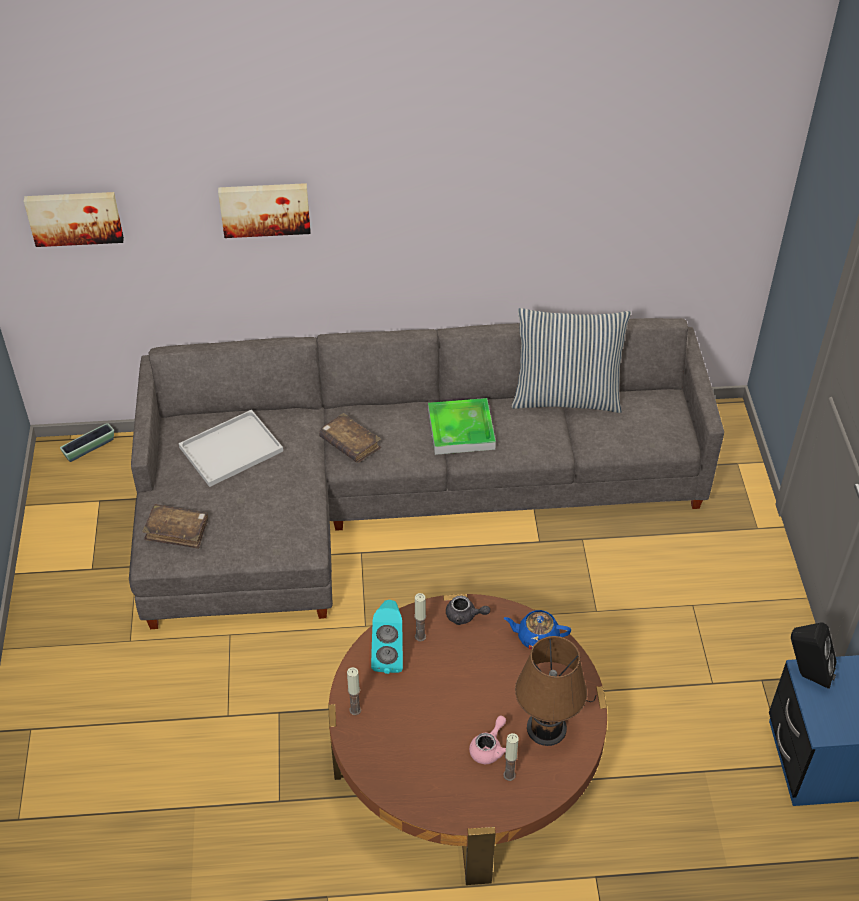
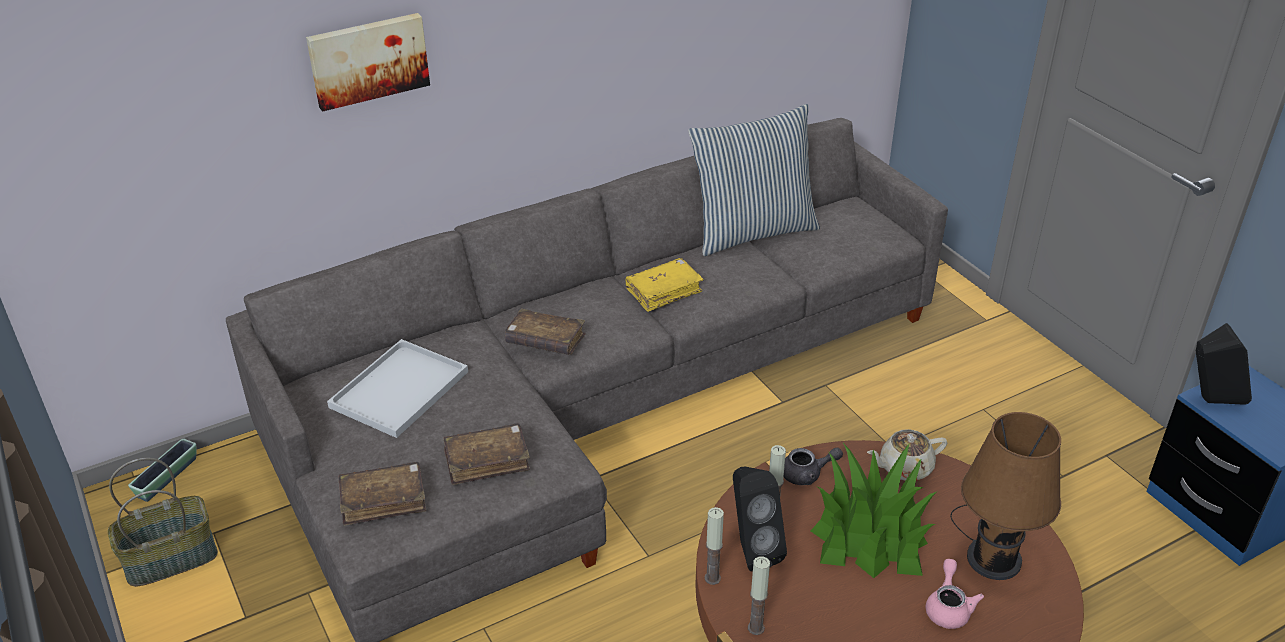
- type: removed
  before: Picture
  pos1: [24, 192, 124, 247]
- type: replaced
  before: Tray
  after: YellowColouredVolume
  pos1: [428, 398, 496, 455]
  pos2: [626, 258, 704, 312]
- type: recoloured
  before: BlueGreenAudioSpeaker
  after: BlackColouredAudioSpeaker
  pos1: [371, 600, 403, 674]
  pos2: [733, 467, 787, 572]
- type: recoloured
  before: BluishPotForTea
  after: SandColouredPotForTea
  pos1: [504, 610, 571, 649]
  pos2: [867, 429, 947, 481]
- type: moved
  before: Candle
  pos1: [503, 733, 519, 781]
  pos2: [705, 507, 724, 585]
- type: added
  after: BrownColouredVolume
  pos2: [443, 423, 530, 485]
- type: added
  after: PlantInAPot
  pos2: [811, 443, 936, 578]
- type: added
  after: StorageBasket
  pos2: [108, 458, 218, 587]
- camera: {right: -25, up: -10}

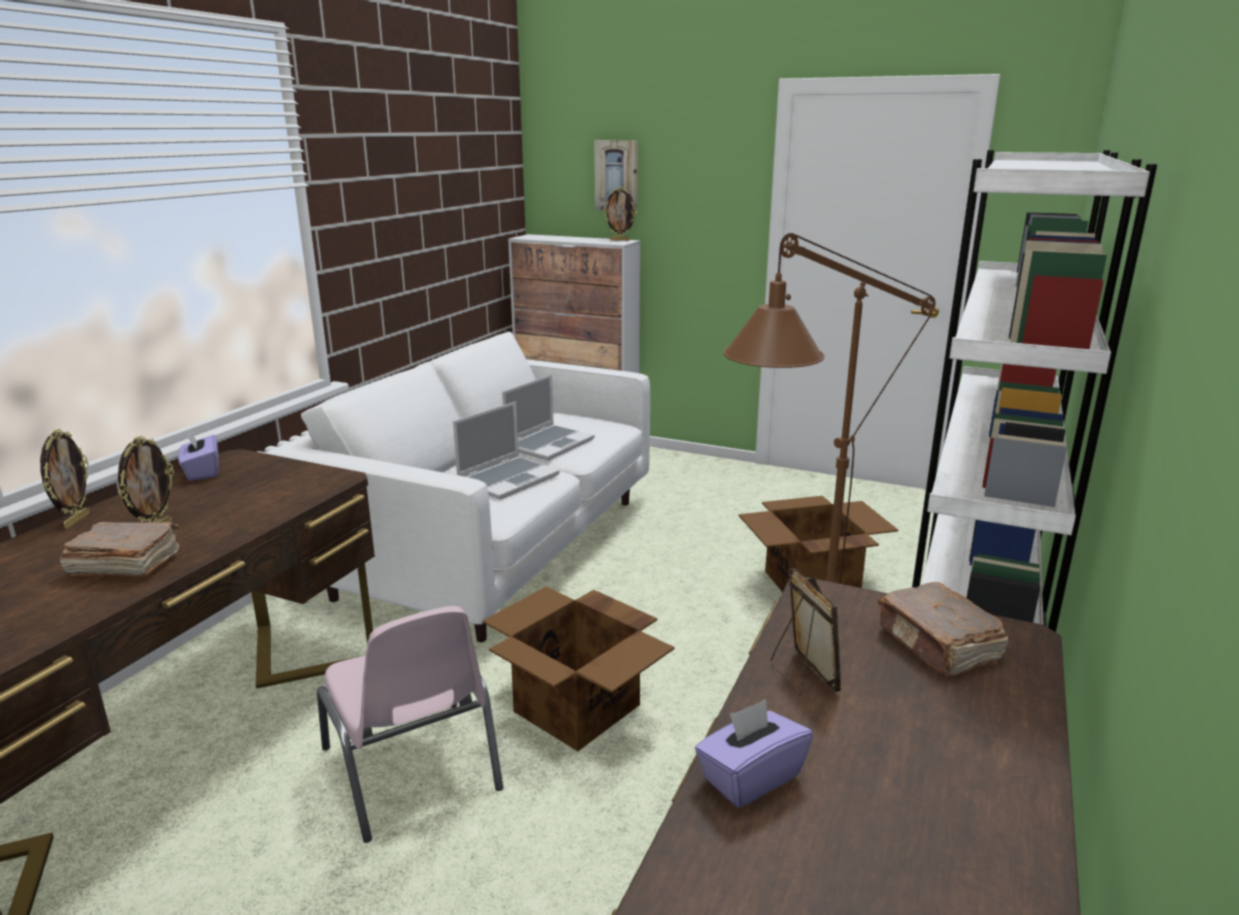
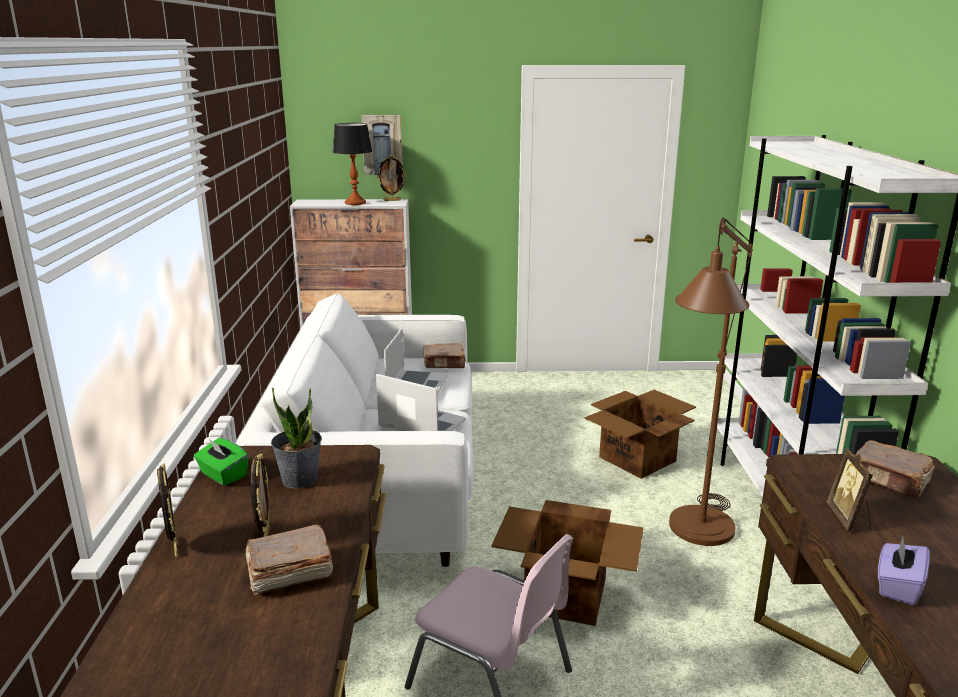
- type: turned
  before: Laptop
  pos1: [453, 401, 560, 500]
  pos2: [376, 374, 466, 431]
  turn: -75
- type: recoloured
  before: PurpleColouredTissueHolder
  after: GreenishTissueHolder
  pos1: [178, 430, 218, 481]
  pos2: [194, 438, 248, 486]
- type: turned
  before: PictureFrame
  pos1: [770, 568, 841, 696]
  pos2: [827, 448, 873, 531]
  turn: -135
- type: added
  after: TabletopLamp
  pos2: [332, 123, 373, 205]
- type: added
  after: BrownColouredVolume
  pos2: [423, 343, 466, 368]
- type: added
  after: PlantInAPot
  pos2: [271, 387, 322, 489]
- camera: {right: -25, up: 0}

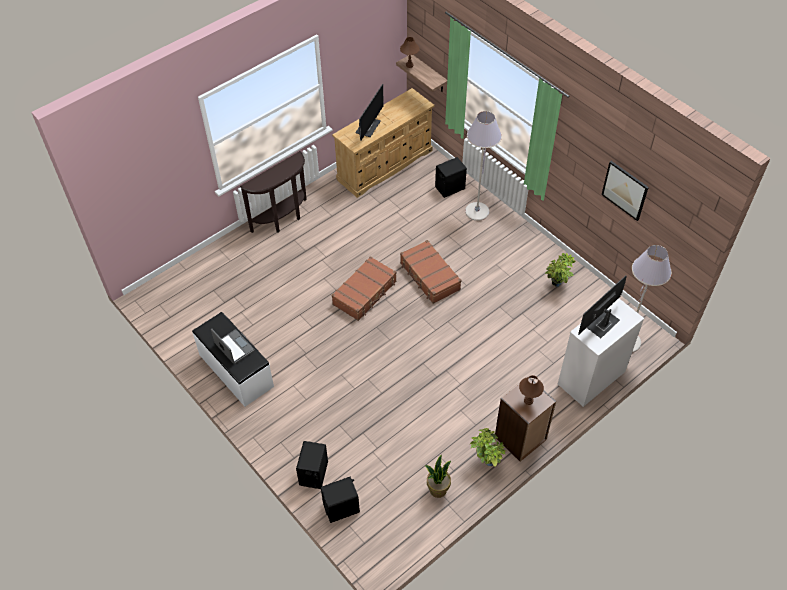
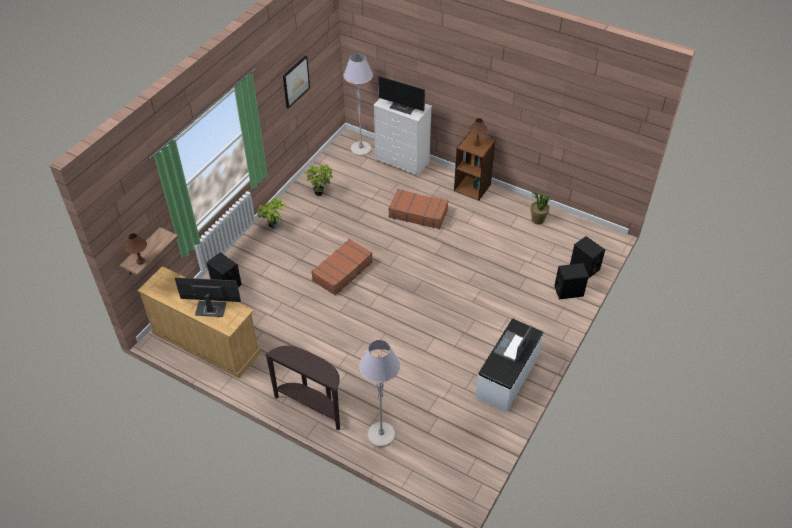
- type: moved
  before: GrayStandardLamp
  pos1: [465, 111, 502, 221]
  pos2: [359, 340, 400, 447]
- type: moved
  before: BrownColouredPieceOfLuggage
  pos1: [332, 256, 397, 321]
  pos2: [388, 189, 448, 229]
- type: moved
  before: PlantInAPot
  pos1: [469, 428, 506, 467]
  pos2: [257, 197, 286, 228]
- camera: {right: -110, up: -5}

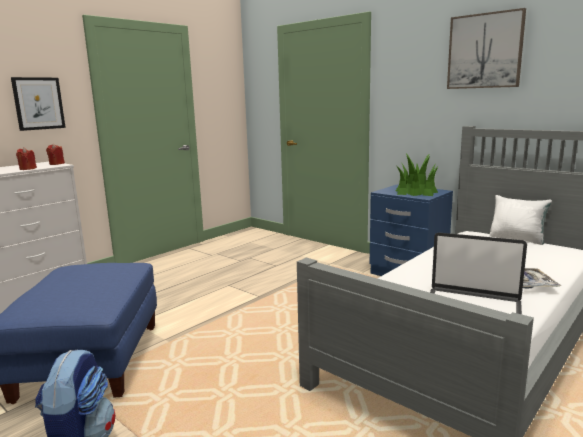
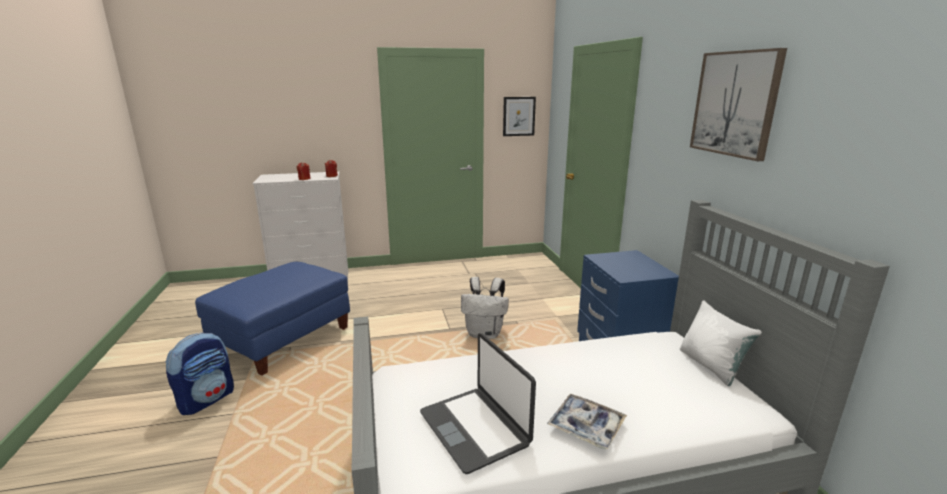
- type: moved
  before: Picture
  pos1: [11, 77, 66, 131]
  pos2: [503, 97, 536, 136]
- type: removed
  before: PlantInAPot
  pos1: [396, 153, 438, 196]
- type: added
  after: WhitishBackpack
  pos2: [461, 277, 509, 339]
- camera: {right: 35, up: 5}

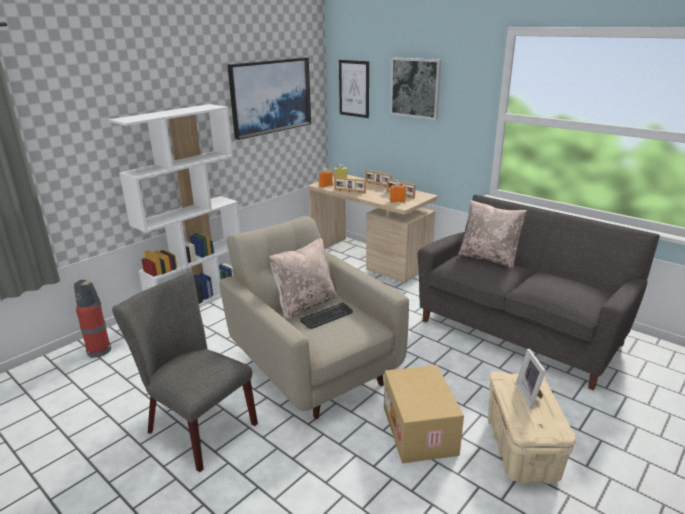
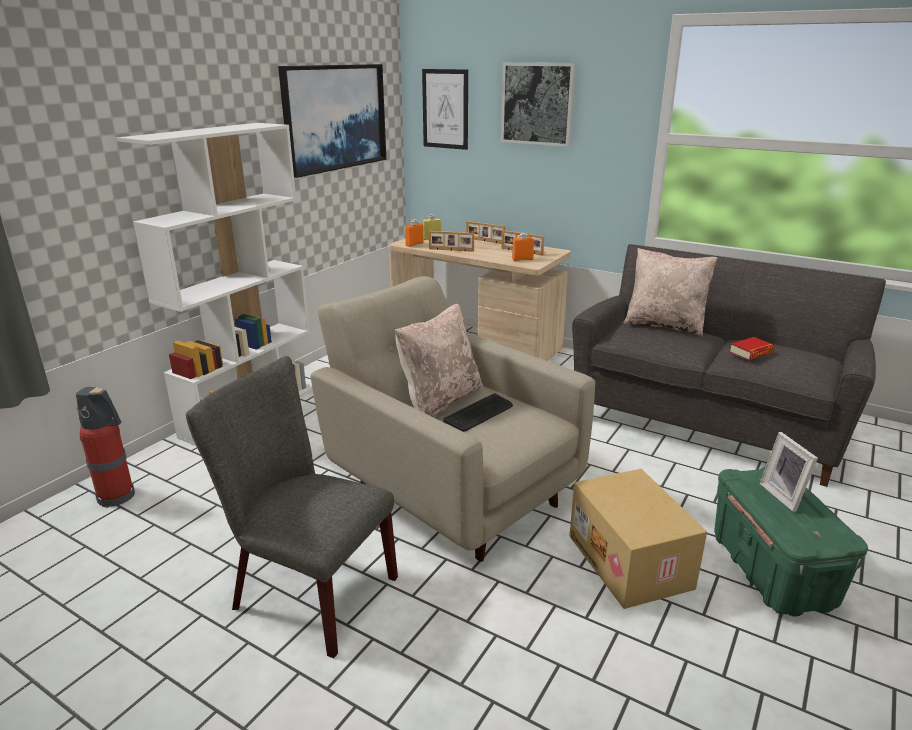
- type: recoloured
  before: SandColouredStorageBox
  after: GreenishStorageBox
  pos1: [488, 371, 576, 484]
  pos2: [714, 467, 868, 616]
- type: added
  after: Volume
  pos2: [729, 337, 774, 360]
- camera: {right: -10, up: 0}

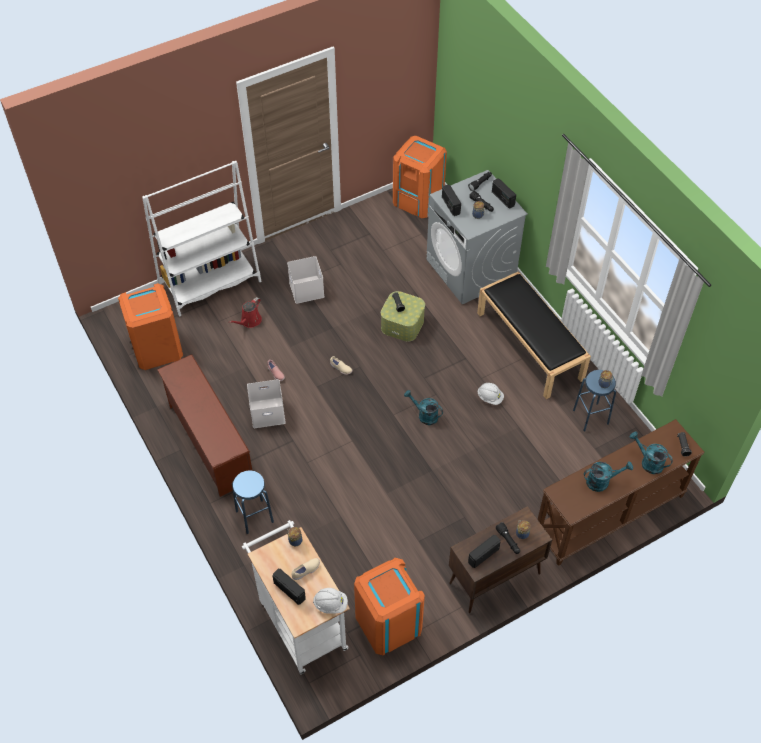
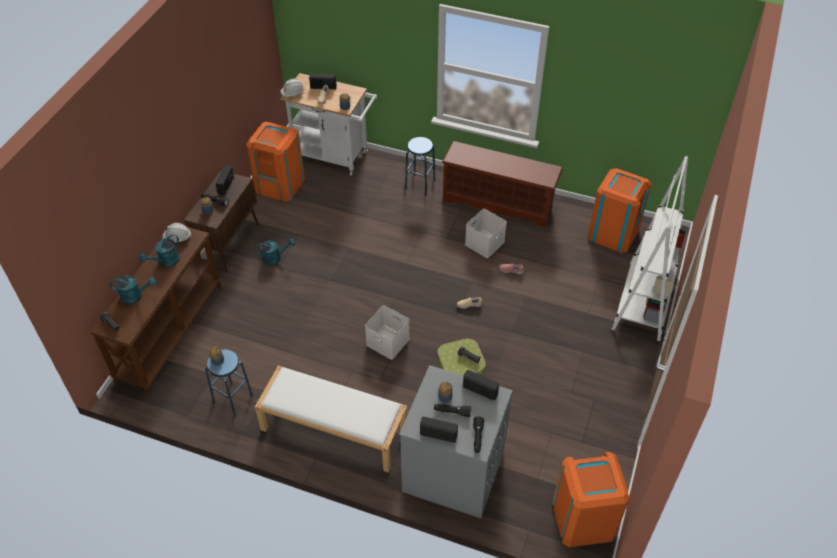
- type: moved
  before: WhitishStorageBox
  pos1: [287, 256, 325, 304]
  pos2: [365, 305, 410, 360]
- type: recoloured
  before: BlackColouredLongSeat
  after: WhitishLongSeat
  pos1: [477, 271, 591, 399]
  pos2: [255, 366, 407, 473]
- type: removed
  before: RedSprinklingCan
  pos1: [229, 297, 262, 328]
- type: moved
  before: WhitishWorkHelmet
  pos1: [477, 383, 504, 405]
  pos2: [163, 223, 192, 242]
- type: moved
  before: BlueGreenSprinklingCan
  pos1: [404, 390, 443, 425]
  pos2: [255, 239, 295, 265]
- camera: {right: 140, up: -5}

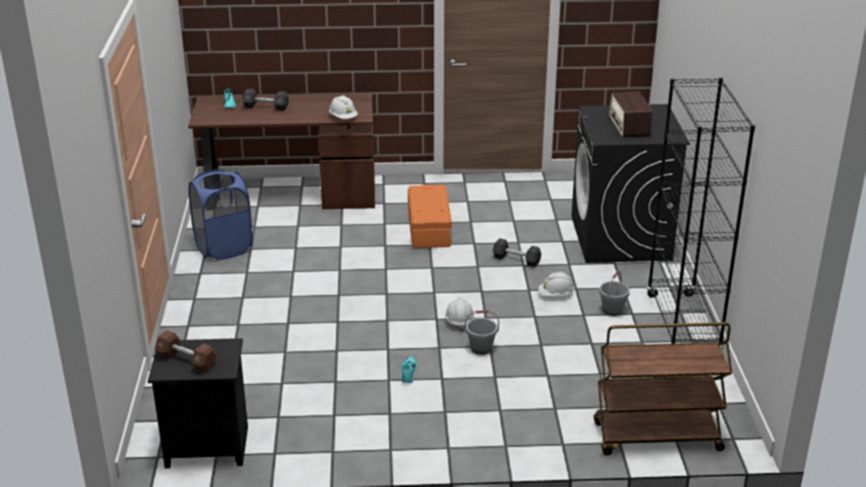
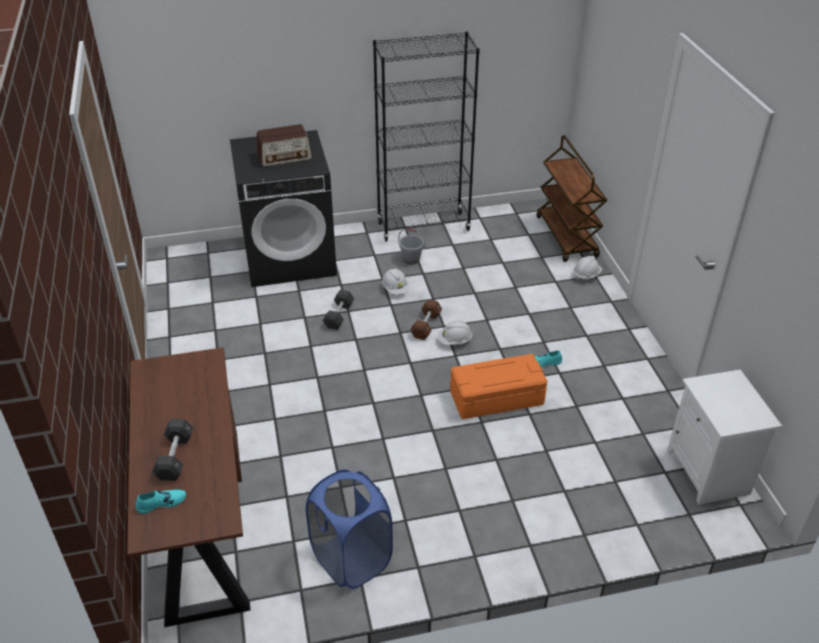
- type: moved
  before: WhitishWorkHelmet
  pos1: [329, 95, 358, 119]
  pos2: [573, 256, 602, 282]
- type: moved
  before: OrangeyStorageBox
  pos1: [408, 184, 452, 248]
  pos2: [450, 354, 547, 419]
- type: removed
  before: GrayPail
  pos1: [465, 310, 499, 355]
- type: moved
  before: BrownColouredHandWeight
  pos1: [155, 330, 217, 372]
  pos2: [410, 299, 442, 340]
- type: recoloured
  before: BlackColouredNightstand
  after: WhitishNightstand
  pos1: [148, 338, 248, 468]
  pos2: [667, 370, 782, 505]
- camera: {right: -100, up: 10}

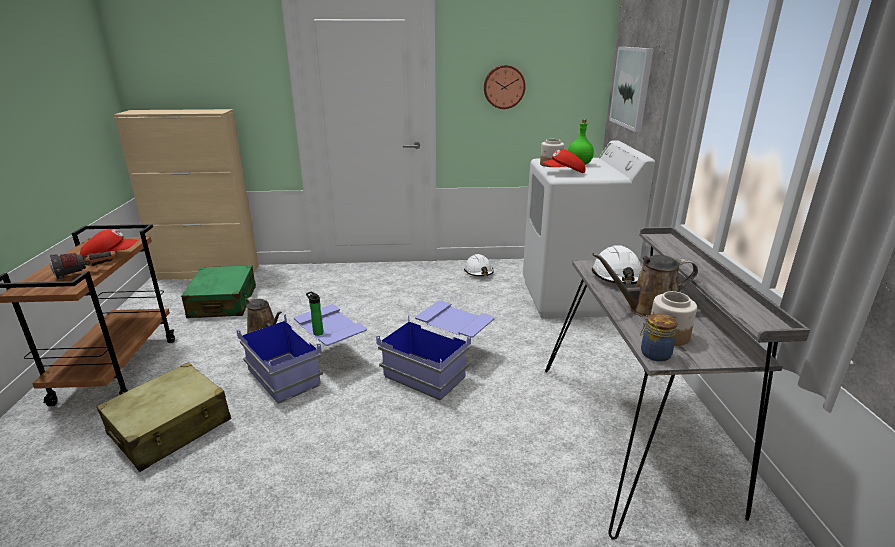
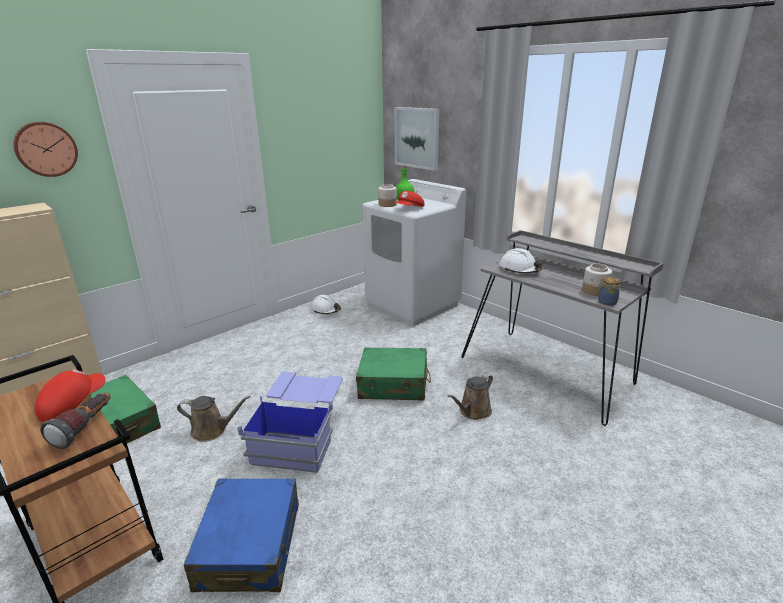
- type: moved
  before: ClockOnTheWall
  pos1: [484, 65, 525, 109]
  pos2: [13, 122, 78, 177]
- type: moved
  before: BrownColouredSprinklingCan
  pos1: [592, 253, 698, 317]
  pos2: [448, 373, 493, 420]
- type: removed
  before: Bottle
  pos1: [306, 291, 324, 336]
- type: replaced
  before: BluishStorageBox
  after: GreenishPieceOfLuggage
  pos1: [376, 300, 495, 400]
  pos2: [356, 347, 431, 401]
- type: recoloured
  before: SandColouredPieceOfLuggage
  after: BluishPieceOfLuggage
  pos1: [96, 363, 231, 472]
  pos2: [183, 478, 299, 592]
- camera: {right: -40, up: 0}

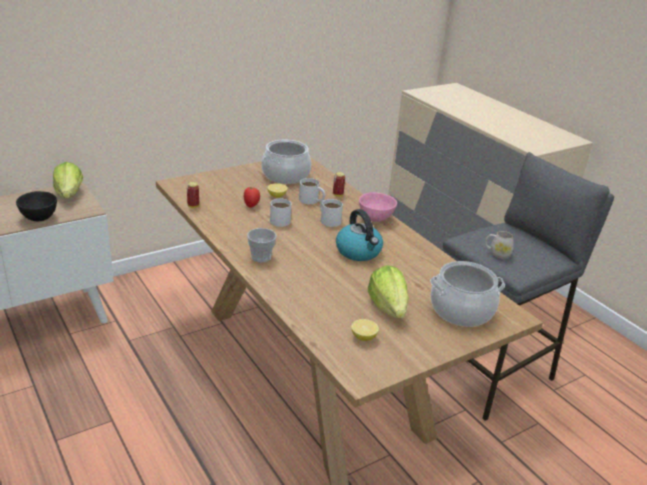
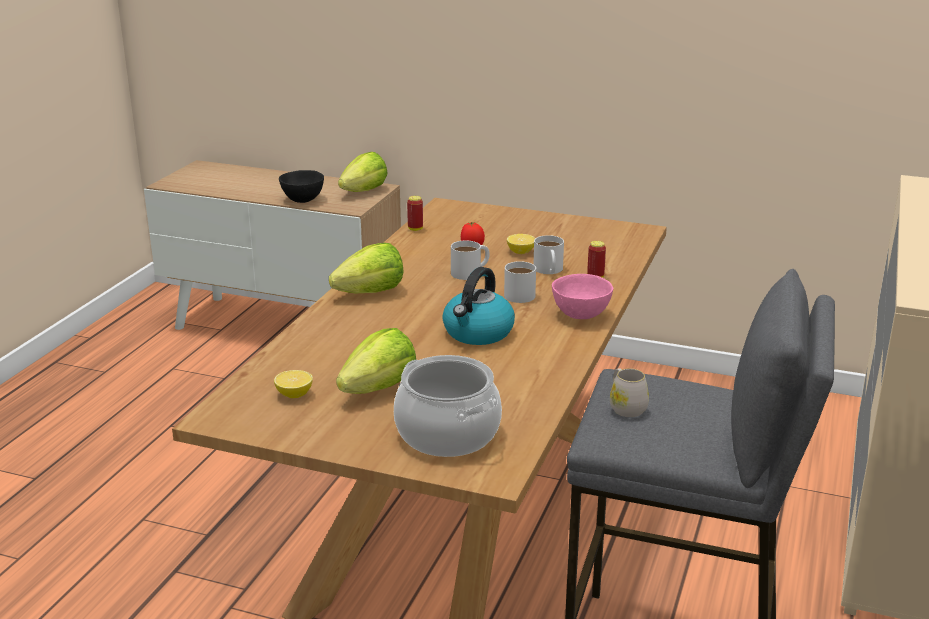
- type: removed
  before: Stockpot
  pos1: [261, 140, 311, 184]
- type: replaced
  before: DrinkingCup
  after: Lettuce
  pos1: [247, 228, 277, 263]
  pos2: [329, 243, 403, 293]
- camera: {right: 55, up: -5}

